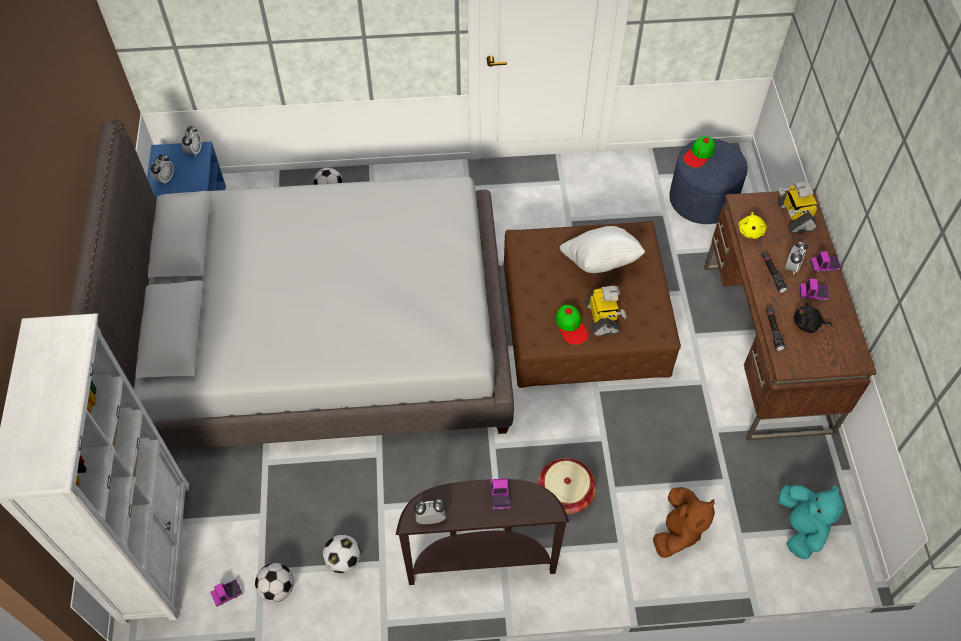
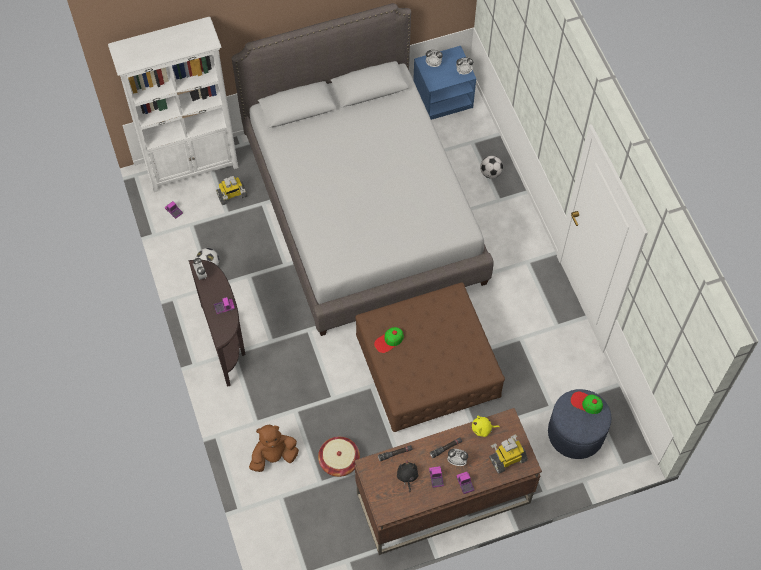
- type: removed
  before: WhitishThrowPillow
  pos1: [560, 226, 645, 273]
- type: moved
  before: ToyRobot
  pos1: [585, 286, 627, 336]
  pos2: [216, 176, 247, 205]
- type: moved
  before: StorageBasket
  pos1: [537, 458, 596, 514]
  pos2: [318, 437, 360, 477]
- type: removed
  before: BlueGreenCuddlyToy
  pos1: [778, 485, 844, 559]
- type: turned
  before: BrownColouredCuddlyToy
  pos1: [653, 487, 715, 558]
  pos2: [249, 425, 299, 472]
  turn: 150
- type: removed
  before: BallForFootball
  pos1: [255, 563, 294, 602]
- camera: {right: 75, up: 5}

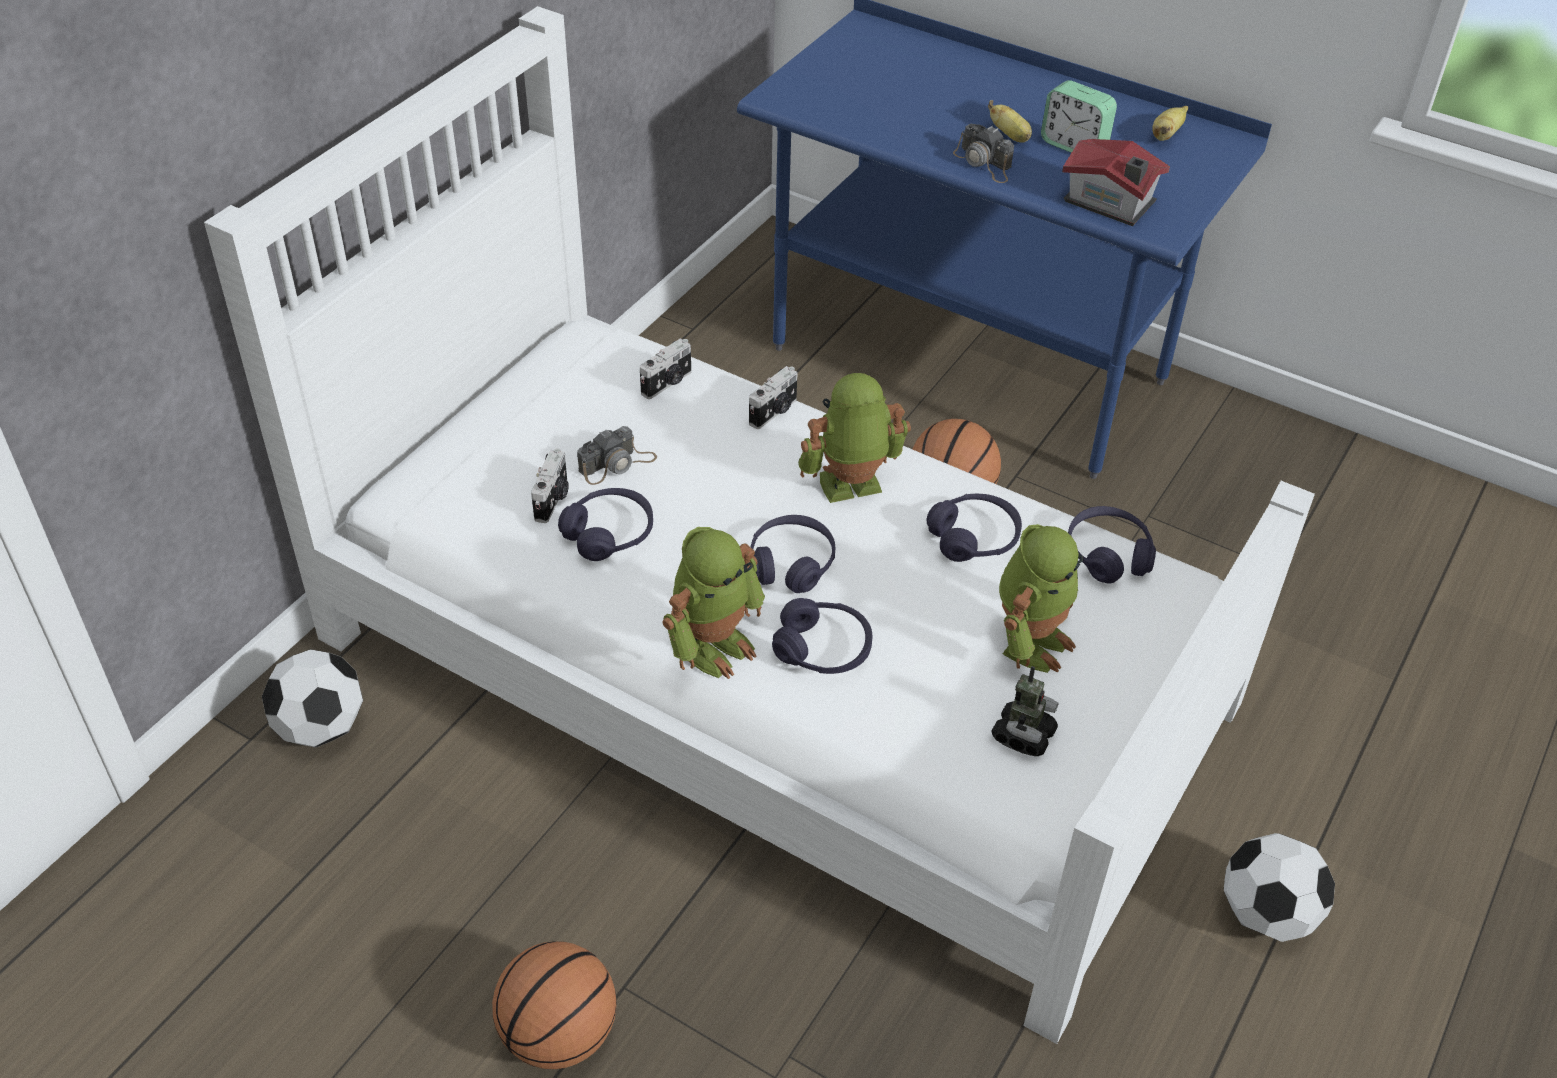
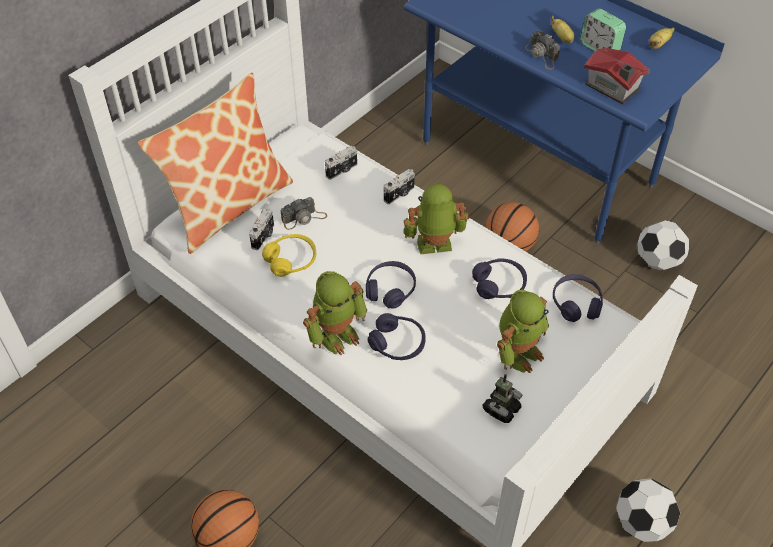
- type: recoloured
  before: PurpleColouredHeadset
  after: YellowColouredHeadset
  pos1: [558, 488, 653, 561]
  pos2: [262, 234, 316, 277]
- type: moved
  before: BallForFootball
  pos1: [262, 649, 363, 748]
  pos2: [637, 220, 689, 271]
- type: added
  after: ThrowPillow
  pos2: [138, 73, 293, 254]
- camera: {right: 10, up: 5}

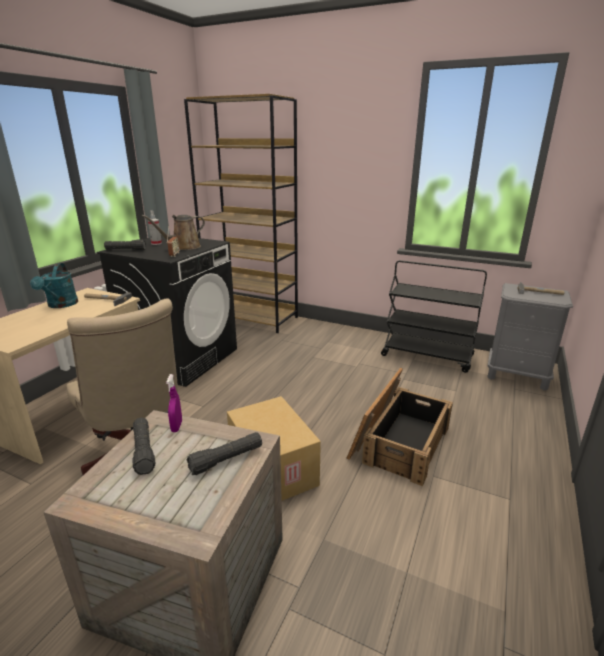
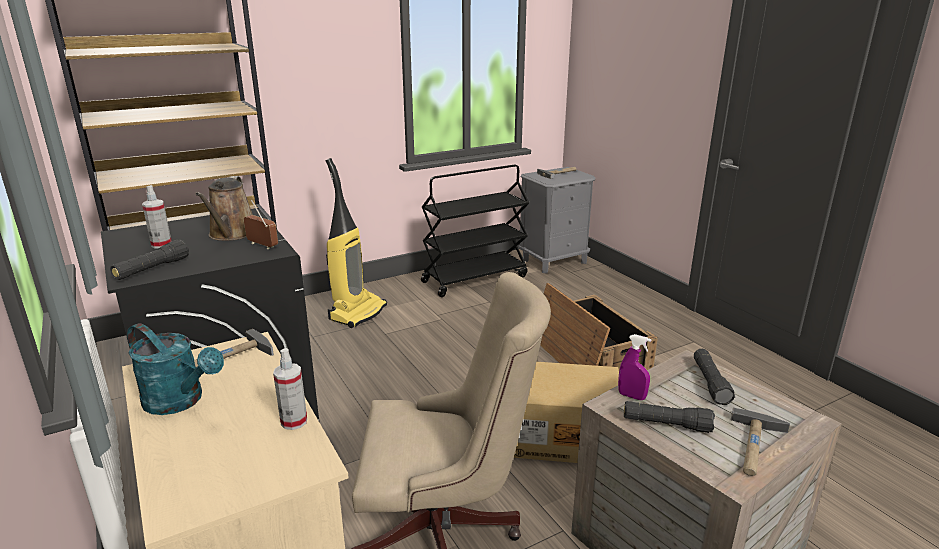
- type: added
  after: Vacuum
  pos2: [326, 158, 387, 328]
- type: added
  after: HandSprayer
  pos2: [273, 348, 307, 430]
- type: added
  after: Hammer
  pos2: [731, 408, 790, 476]
- camera: {right: -55, up: 0}

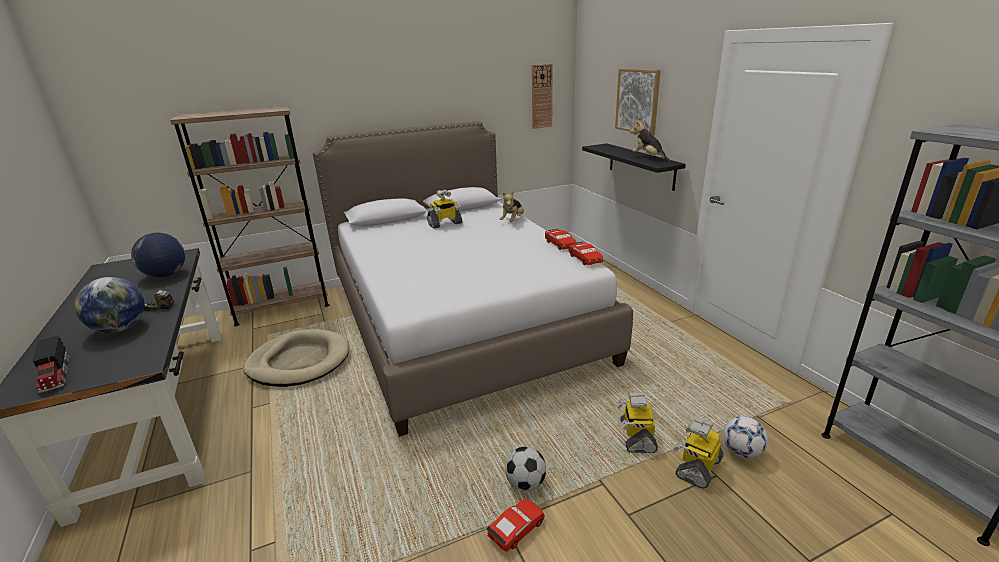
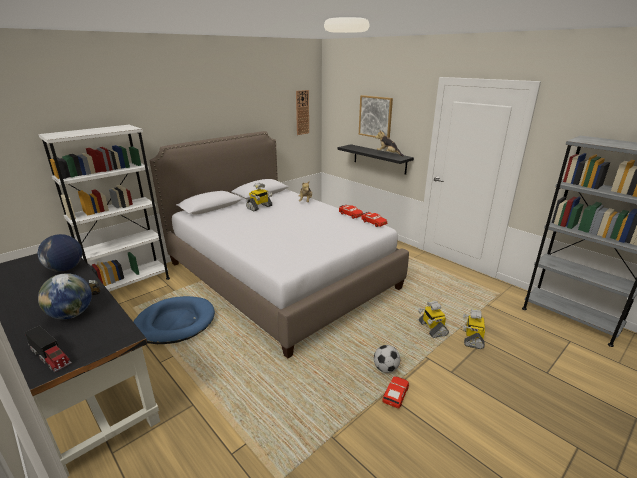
- type: recoloured
  before: BrownColouredBookshelf
  after: WhitishBookshelf
  pos1: [170, 106, 329, 326]
  pos2: [38, 125, 170, 292]
- type: recoloured
  before: SandColouredPetBed
  after: BluishPetBed
  pos1: [243, 329, 349, 387]
  pos2: [134, 296, 215, 344]
- type: removed
  before: BallForFootball
  pos1: [723, 416, 768, 458]
- camera: {right: -20, up: 0}

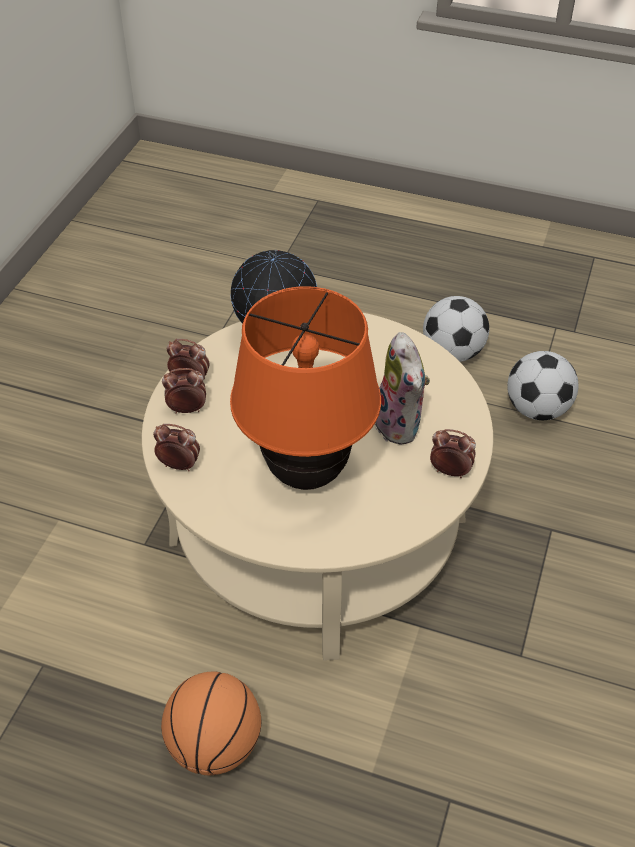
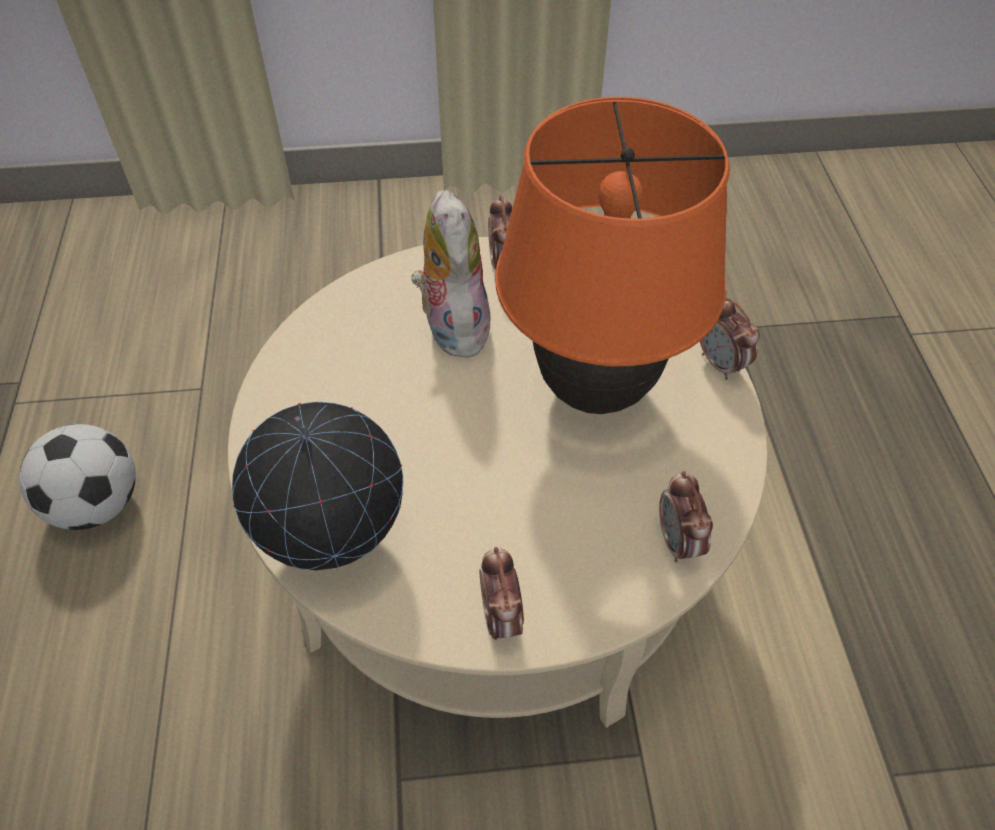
- type: turned
  before: CuddlyToy
  pos1: [375, 332, 430, 445]
  pos2: [411, 190, 491, 358]
  turn: -60
- type: removed
  before: BallForFootball
  pos1: [507, 351, 579, 420]
- type: moved
  before: AlarmClock
  pos1: [162, 368, 206, 414]
  pos2: [700, 298, 760, 380]
- type: removed
  before: Basketball
  pos1: [161, 671, 261, 775]
- camera: {right: -115, up: 5}

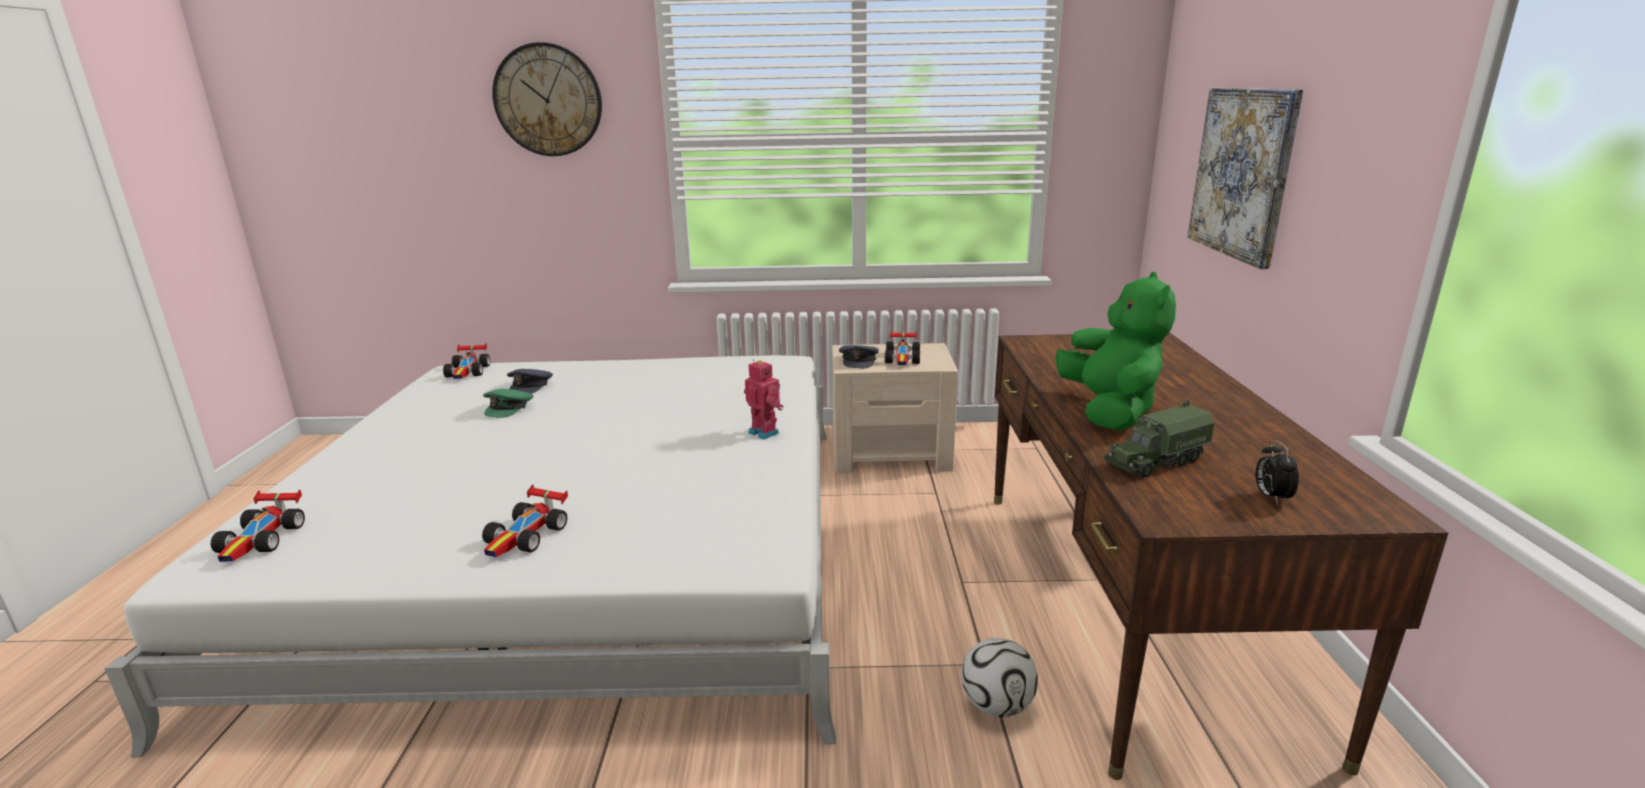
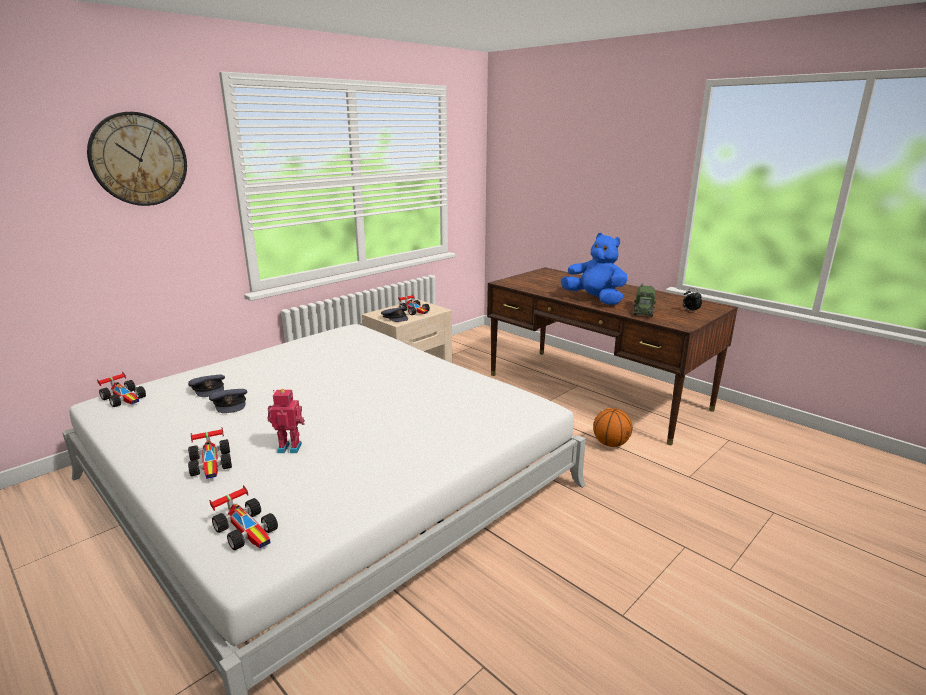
- type: removed
  before: Picture
  pos1: [1188, 88, 1303, 269]
- type: recoloured
  before: GreenishCuddlyToy
  after: BluishCuddlyToy
  pos1: [1056, 272, 1176, 431]
  pos2: [561, 233, 627, 305]
- type: moved
  before: ToyRobot
  pos1: [744, 359, 783, 440]
  pos2: [267, 389, 305, 453]
- type: recoloured
  before: GreenishPeakedCap
  after: GrayPeakedCap
  pos1: [483, 389, 534, 418]
  pos2: [209, 389, 247, 413]
- type: moved
  before: ToyCar
  pos1: [482, 484, 568, 557]
  pos2: [188, 427, 232, 479]
- type: replaced
  before: BallForFootball
  after: Basketball
  pos1: [962, 638, 1038, 717]
  pos2: [593, 408, 632, 447]
- camera: {right: -45, up: 0}

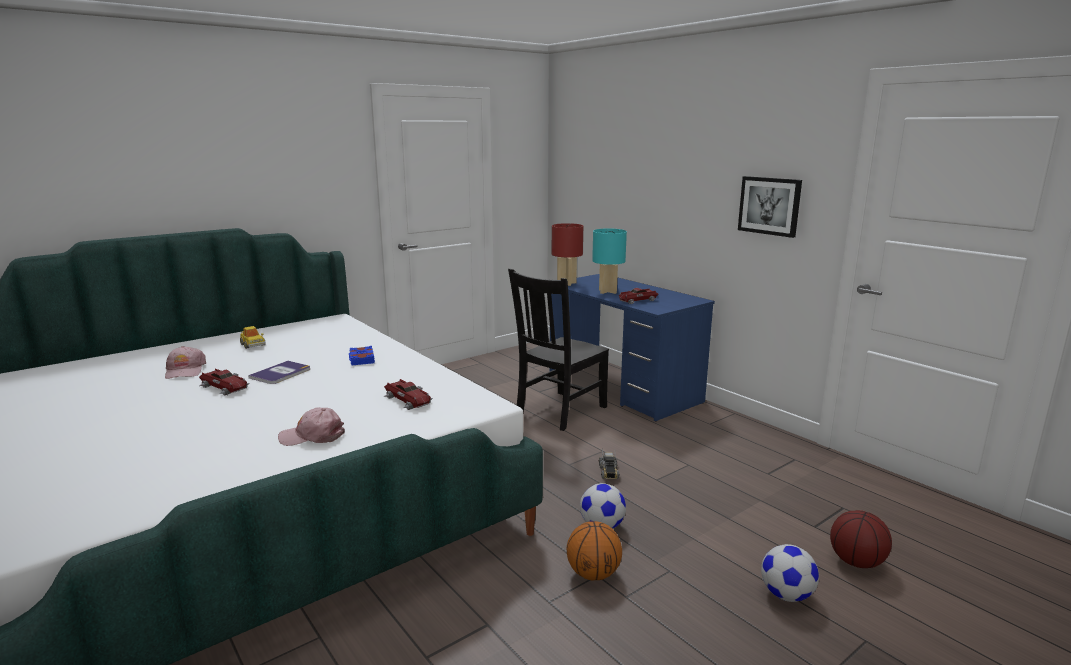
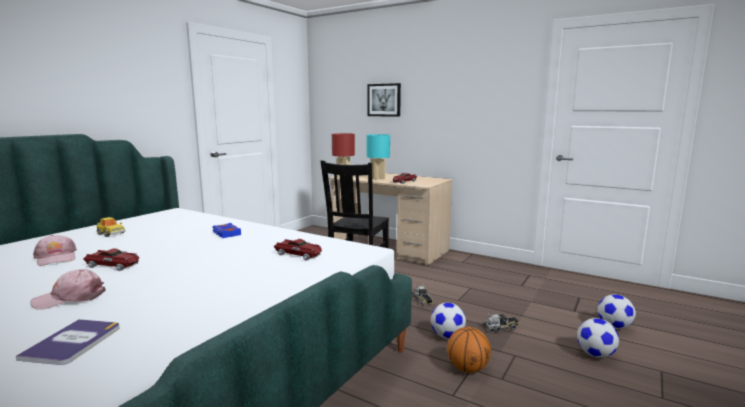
- type: moved
  before: Picture
  pos1: [738, 176, 802, 238]
  pos2: [368, 83, 401, 117]
- type: recoloured
  before: BluishDeskUnit
  after: SandColouredDeskUnit
  pos1: [550, 274, 715, 422]
  pos2: [329, 173, 453, 265]
- type: moved
  before: Volume
  pos1: [248, 361, 310, 384]
  pos2: [16, 319, 120, 365]
- type: moved
  before: PinkColouredPeakedCap
  pos1: [278, 407, 345, 446]
  pos2: [31, 269, 106, 310]
- type: replaced
  before: Basketball
  after: BallForFootball
  pos1: [830, 510, 892, 568]
  pos2: [597, 294, 636, 329]
- type: added
  after: ToyLorry
  pos2: [483, 313, 519, 333]
- camera: {right: -20, up: -5}

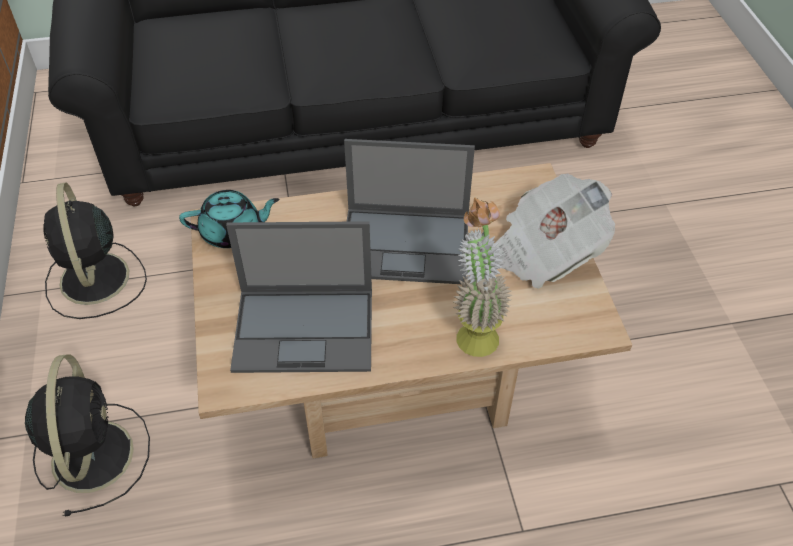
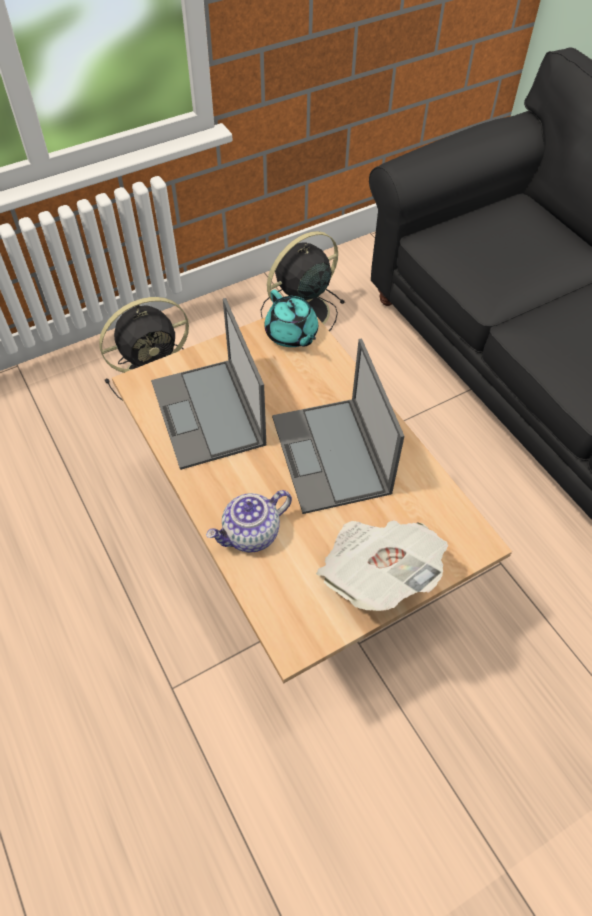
- type: replaced
  before: PlantInAPot
  after: PotForTea
  pos1: [453, 197, 512, 357]
  pos2: [206, 490, 292, 552]
- camera: {right: 70, up: 5}

